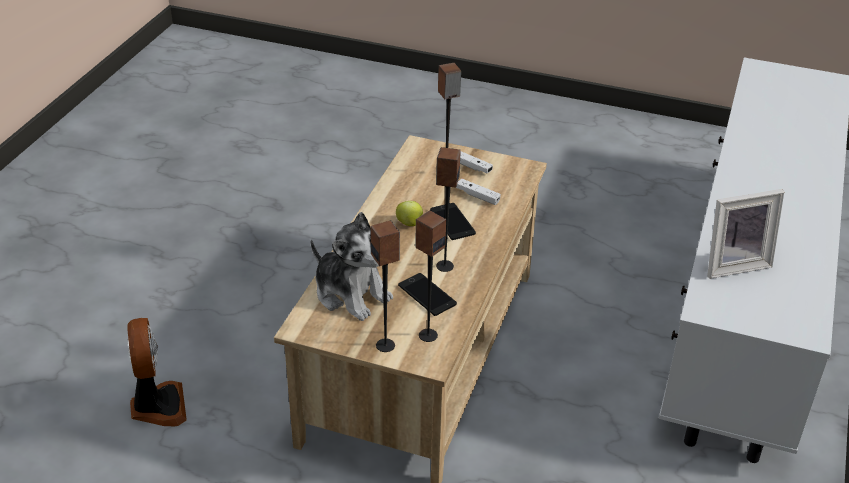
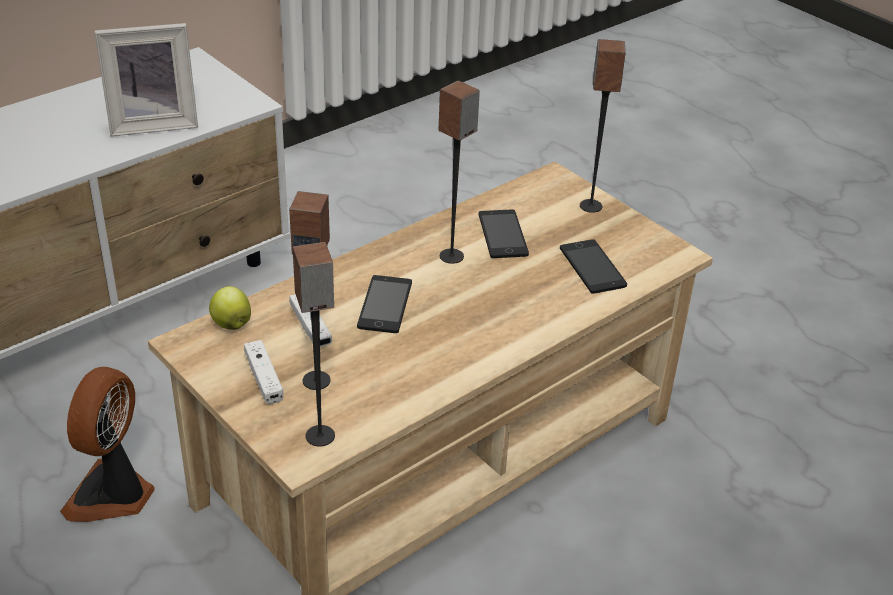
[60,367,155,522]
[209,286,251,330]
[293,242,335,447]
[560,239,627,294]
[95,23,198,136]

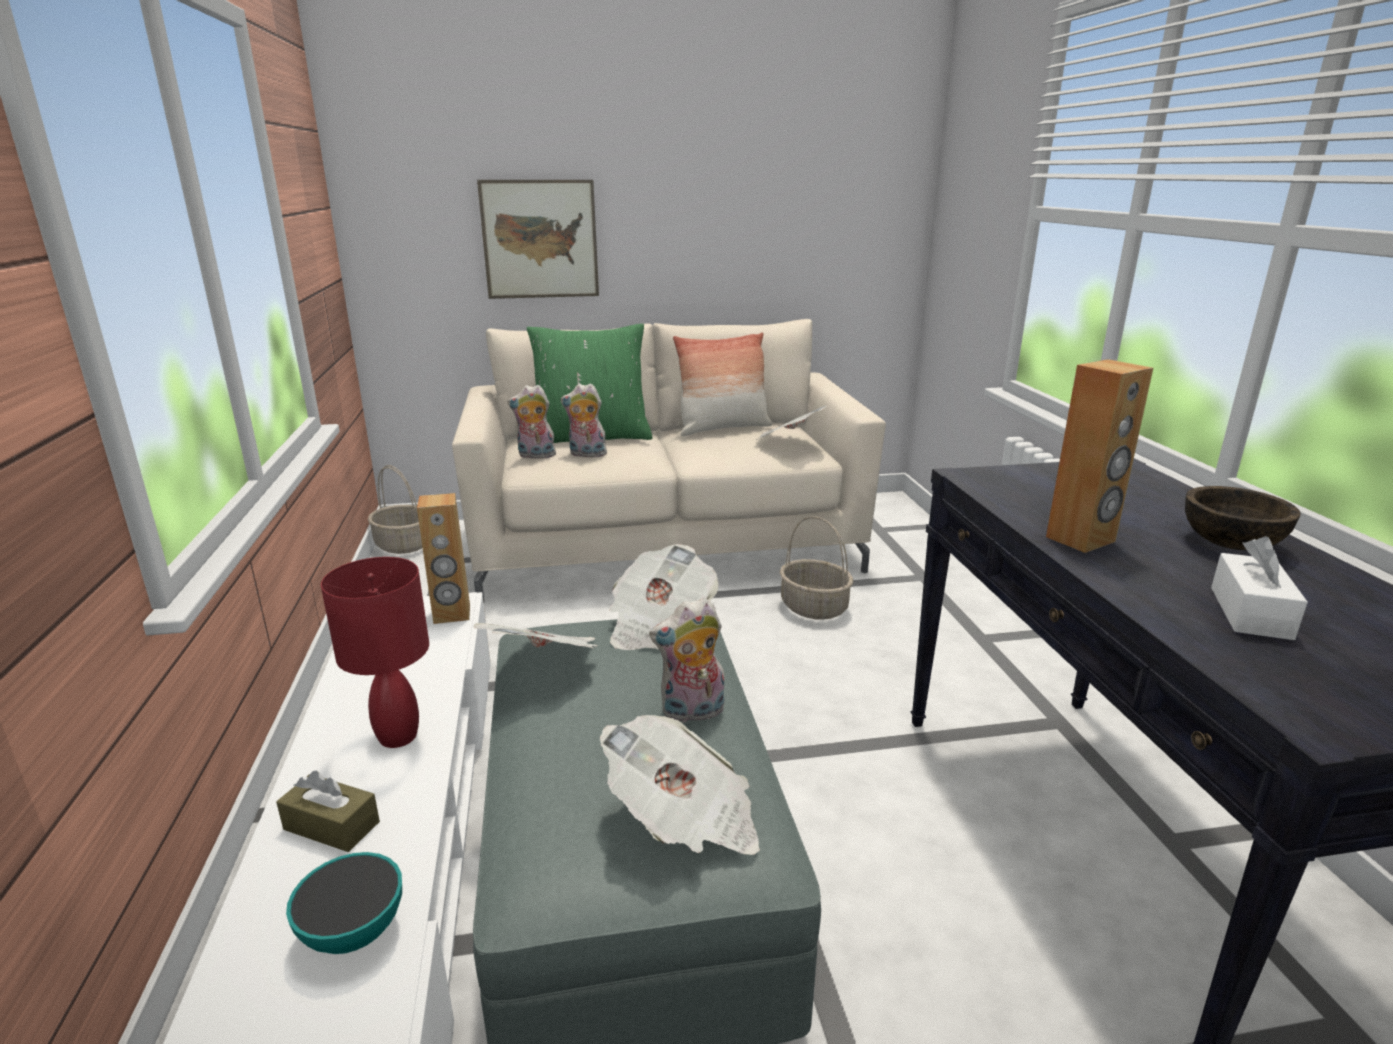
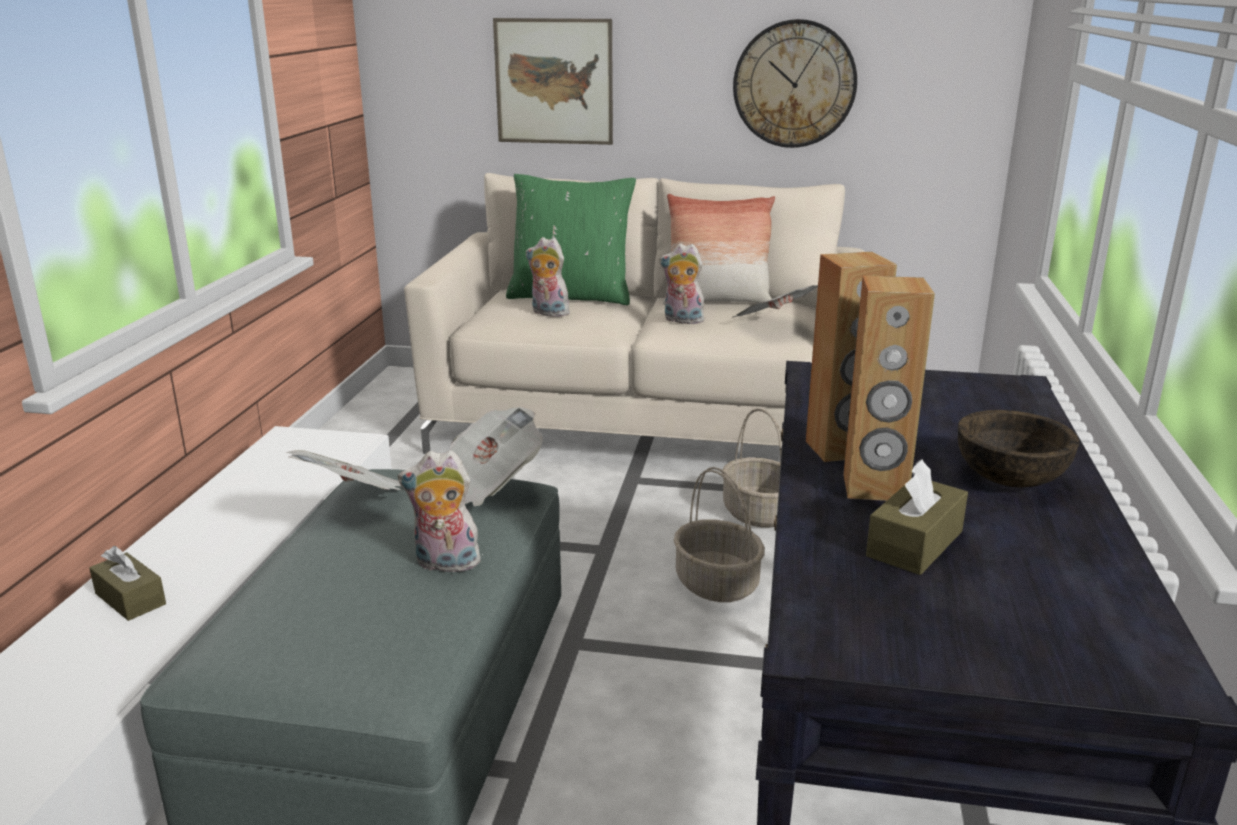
[286,852,402,954] (first image)
[321,557,429,748] (first image)
[600,715,760,855] (first image)
[733,19,857,148]
[674,467,765,602]
[843,276,935,501]
[659,244,704,324]
[866,459,968,575]

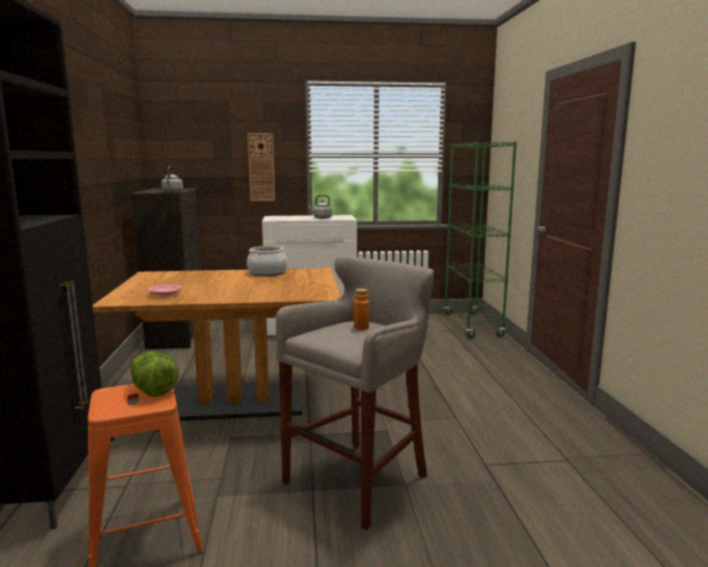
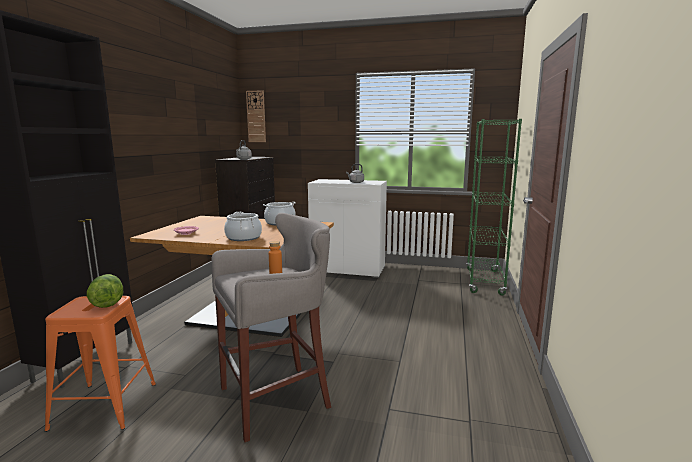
[224,212,262,241]
[246,90,266,142]

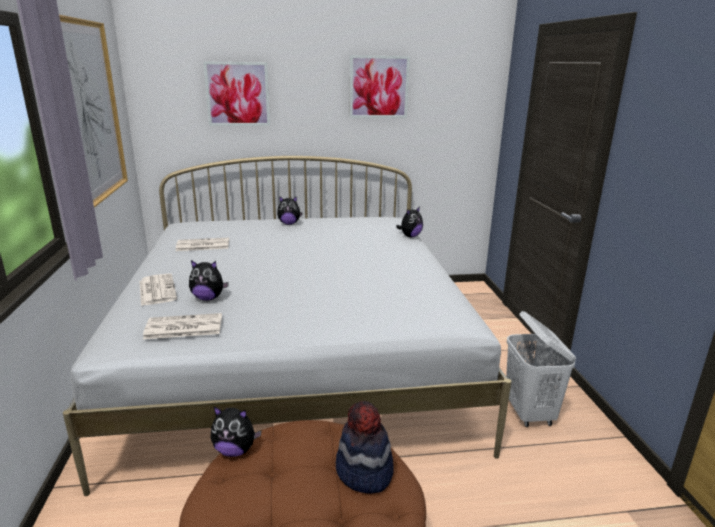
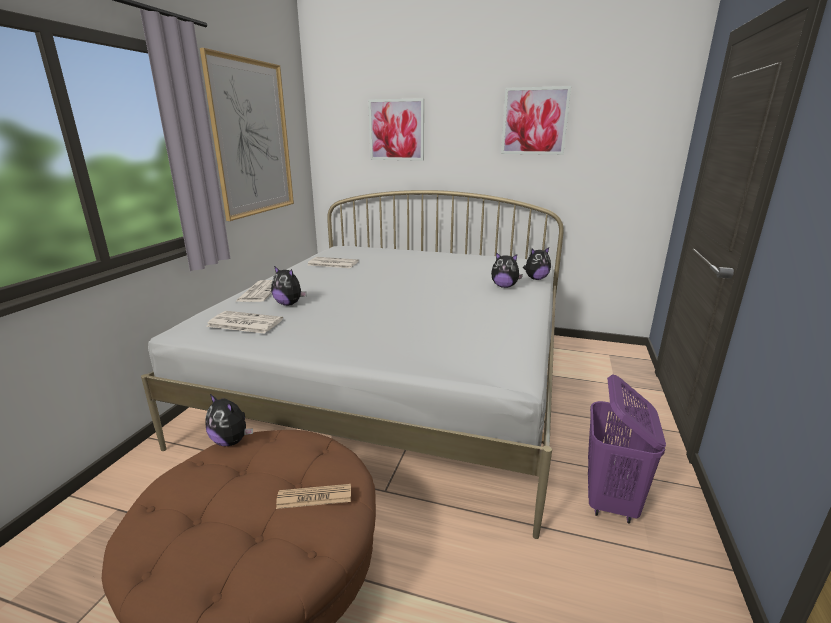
[491,252,523,288]
[276,484,351,509]
[588,374,666,524]

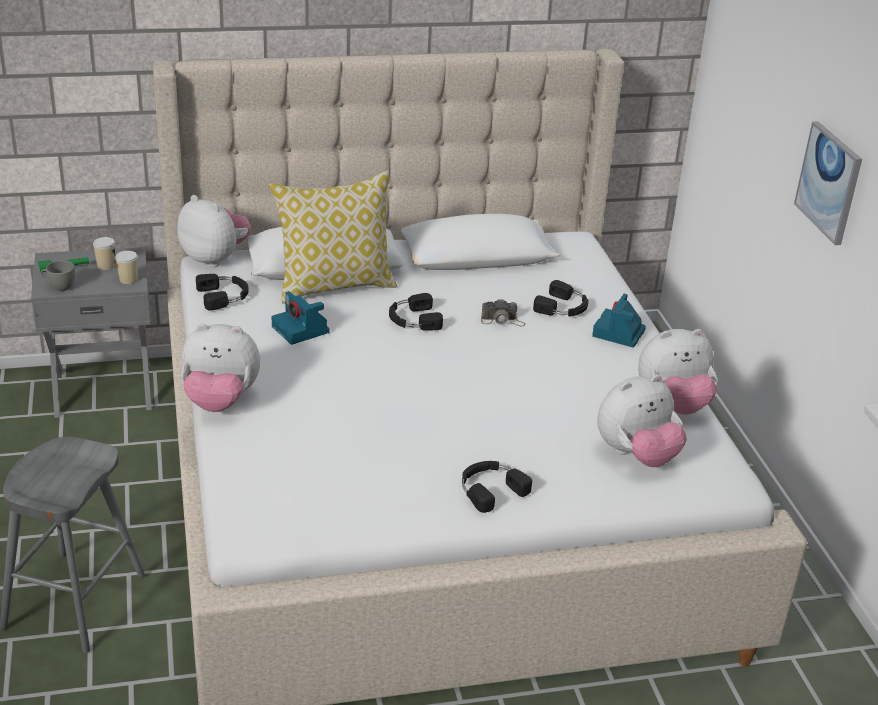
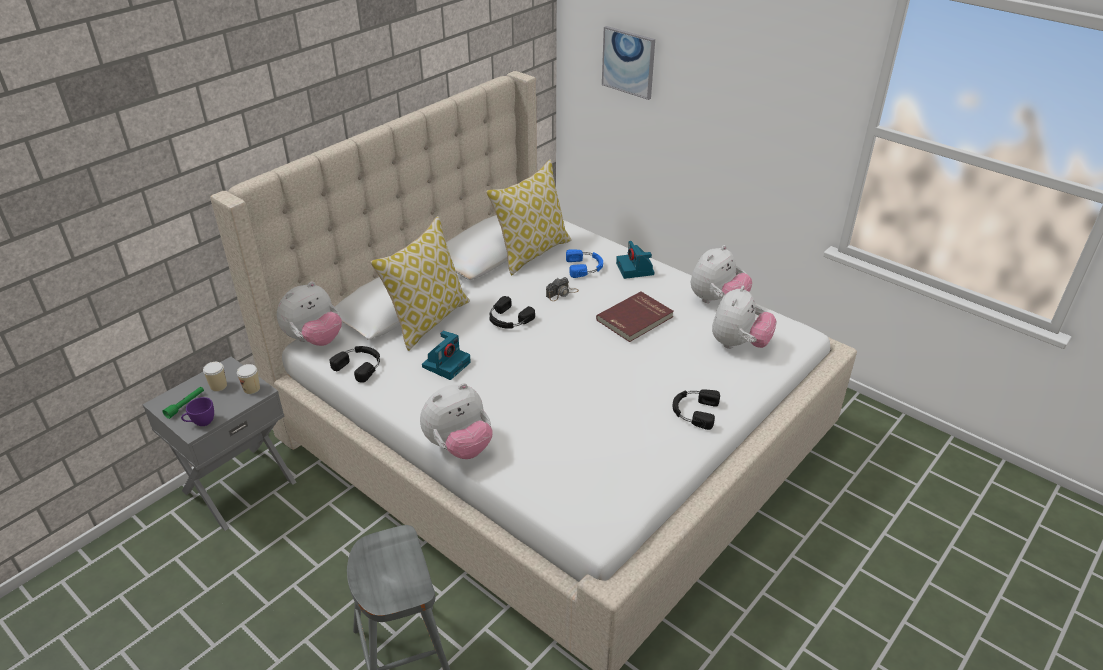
[486,159,571,275]
[596,291,674,342]
[602,26,655,100]
[181,397,214,426]
[566,249,603,278]
[277,282,342,346]
[422,331,471,380]

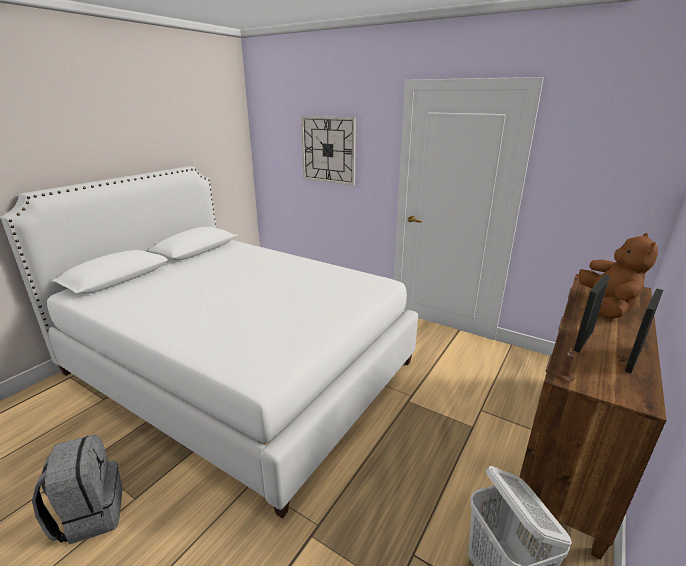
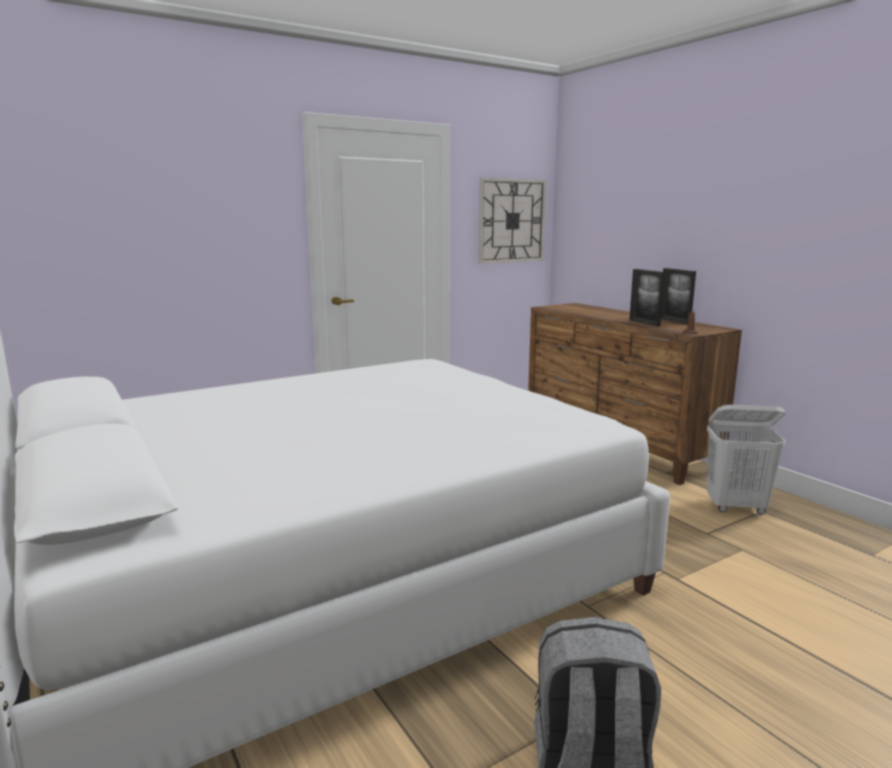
[579,233,658,319] (first image)
[478,178,546,264]

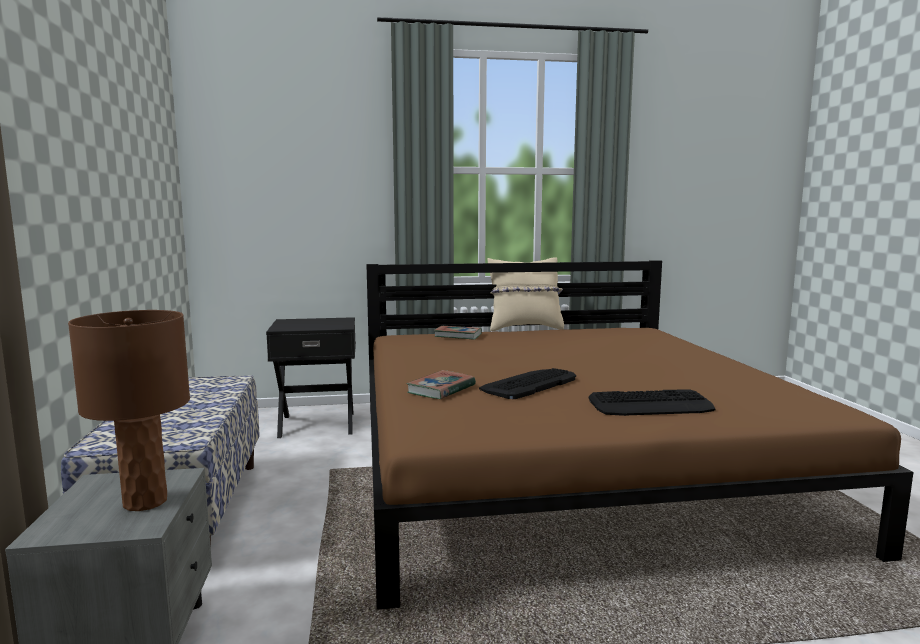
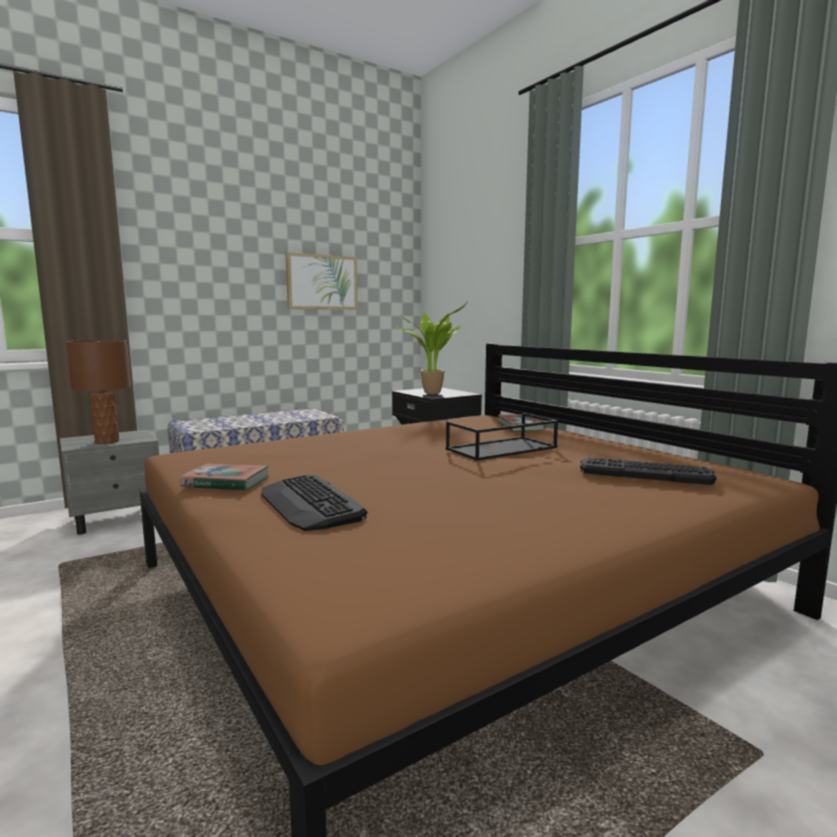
[487,257,564,331] (first image)
[286,252,358,310]
[396,301,468,394]
[446,413,558,461]
[179,464,269,491]
[580,457,717,485]

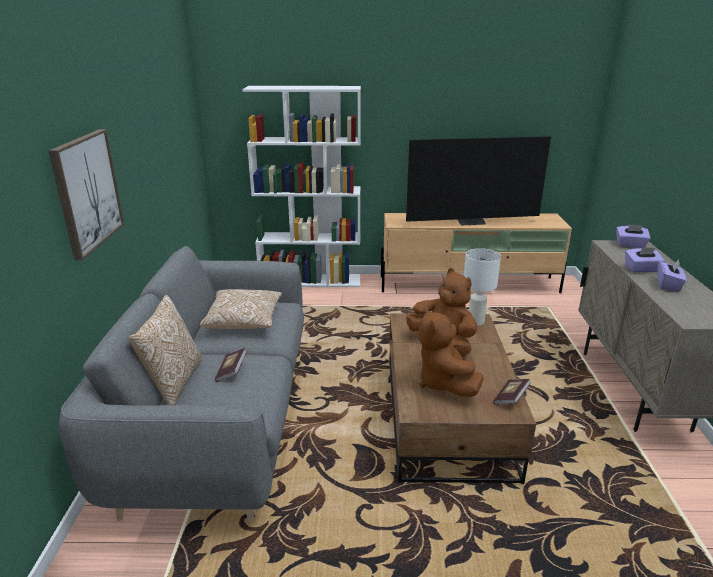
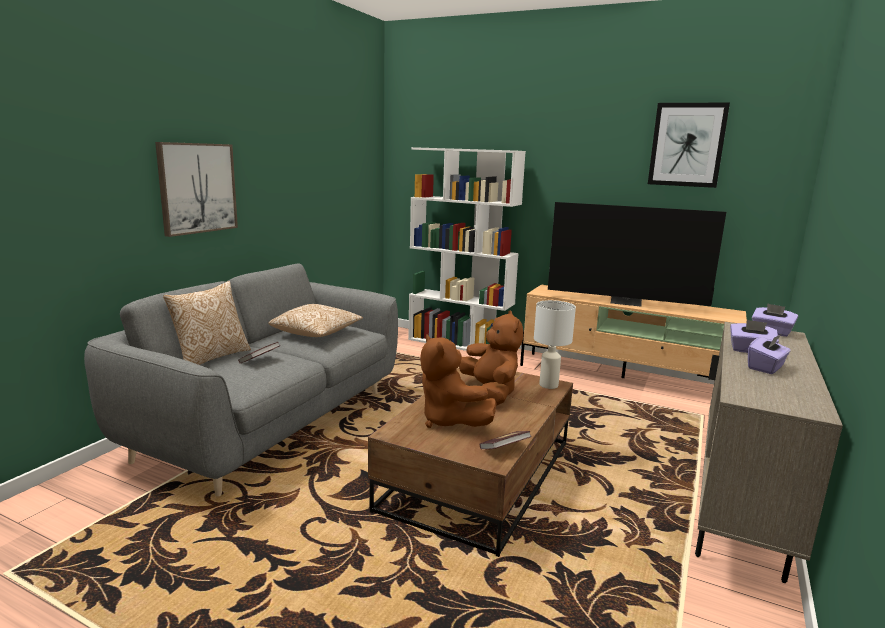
[648,103,730,188]
[420,334,497,428]

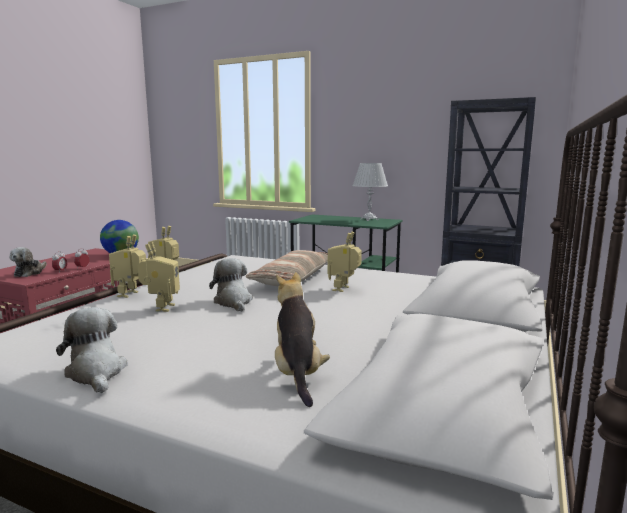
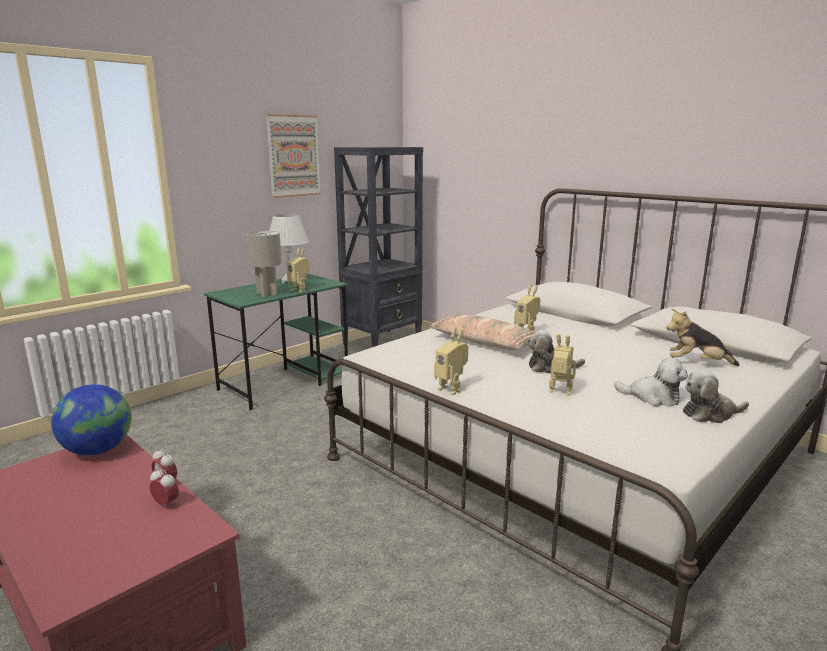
[245,231,282,297]
[266,114,321,198]
[614,357,688,406]
[287,248,310,292]

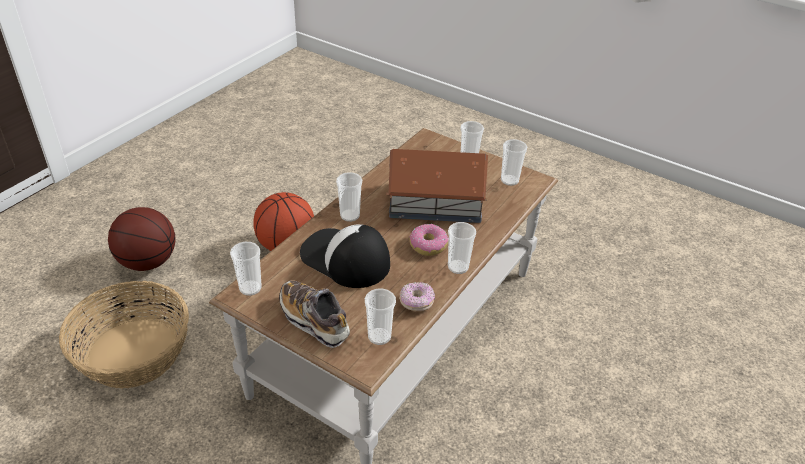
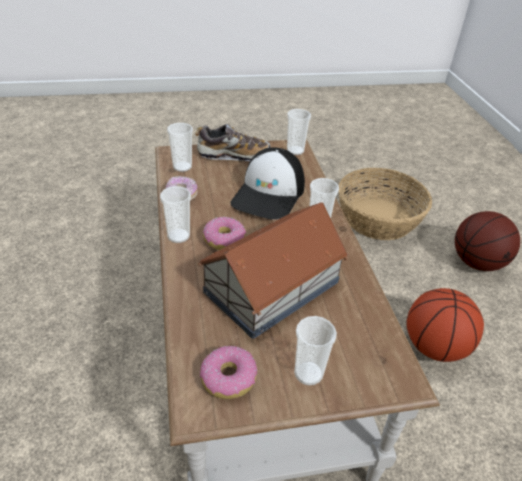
[200,346,257,399]
[230,147,305,220]

